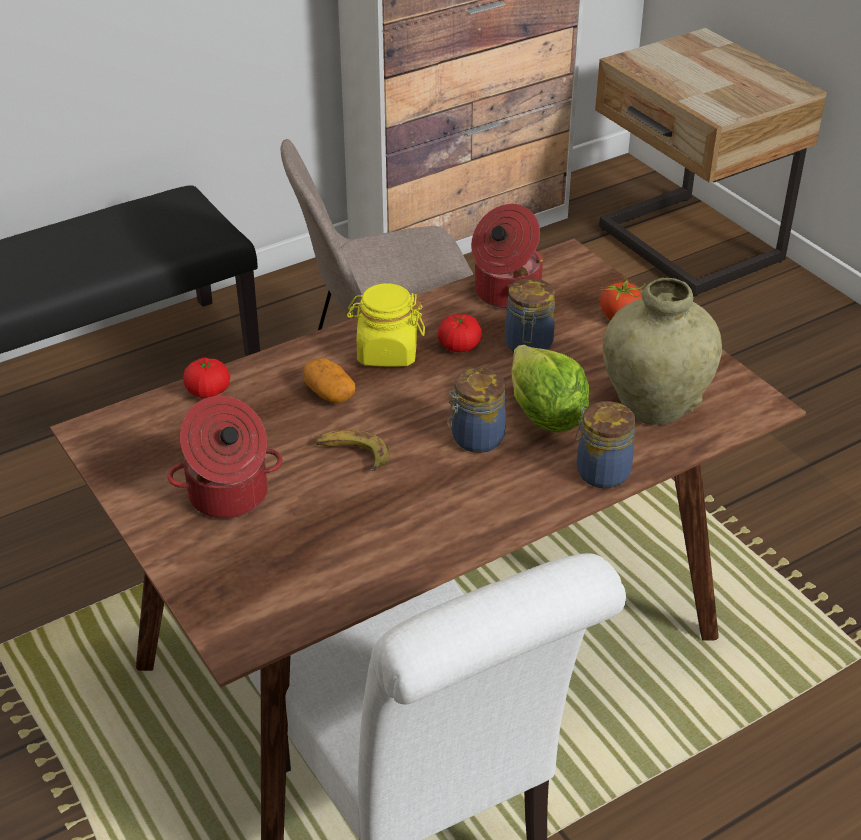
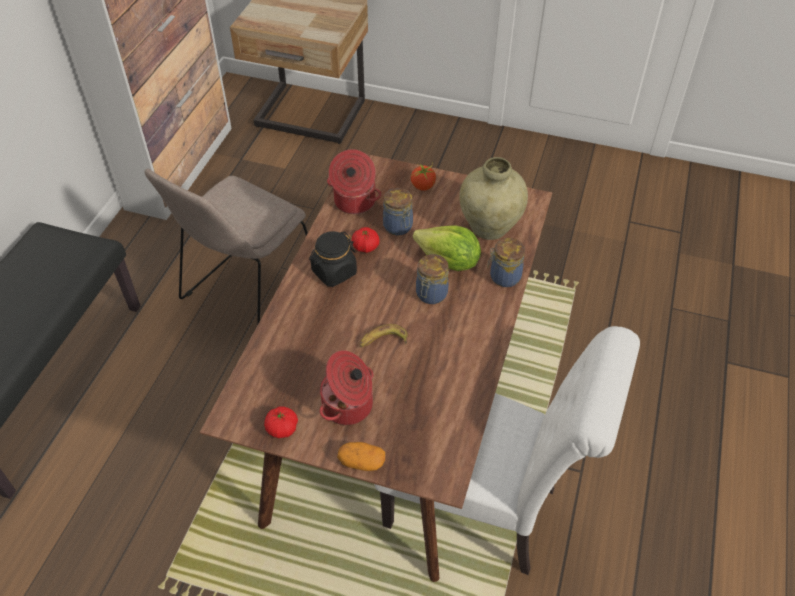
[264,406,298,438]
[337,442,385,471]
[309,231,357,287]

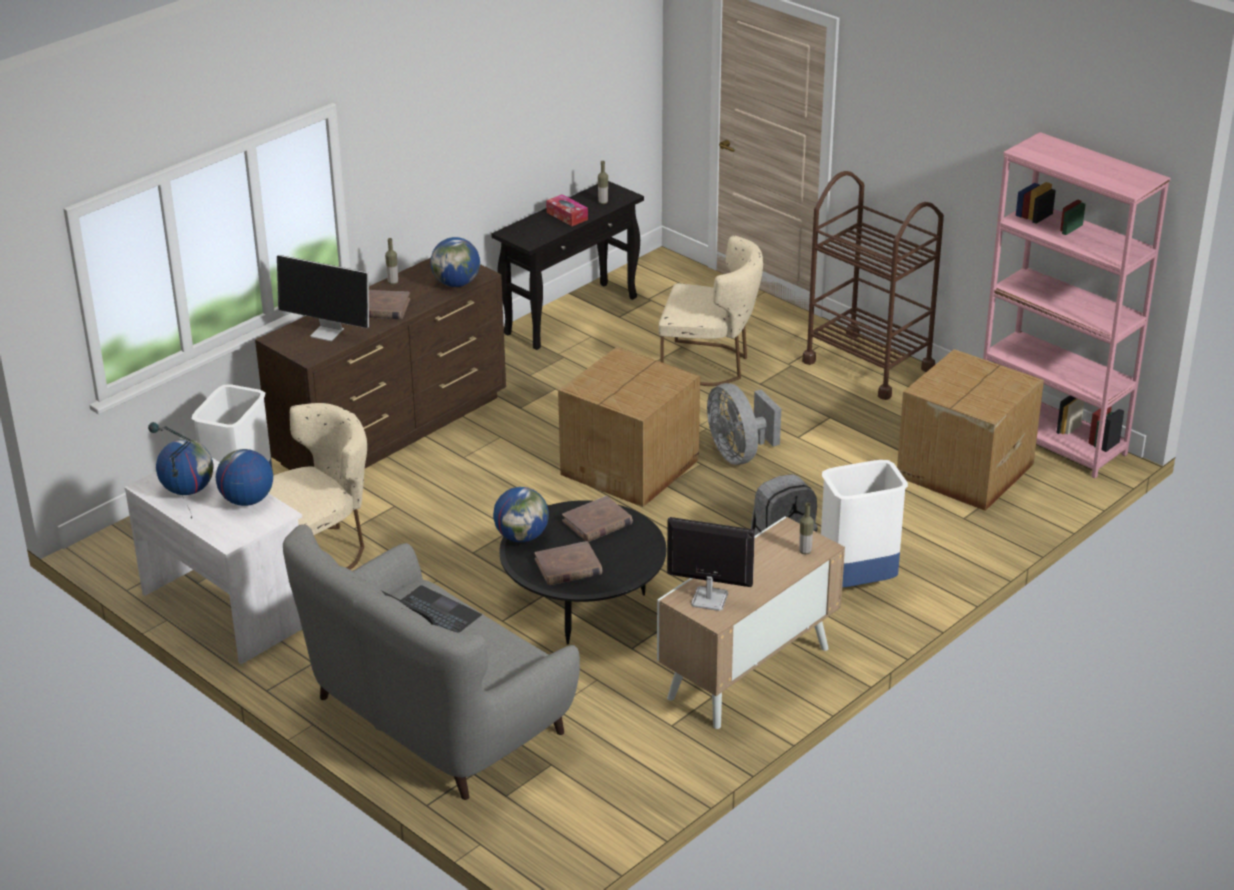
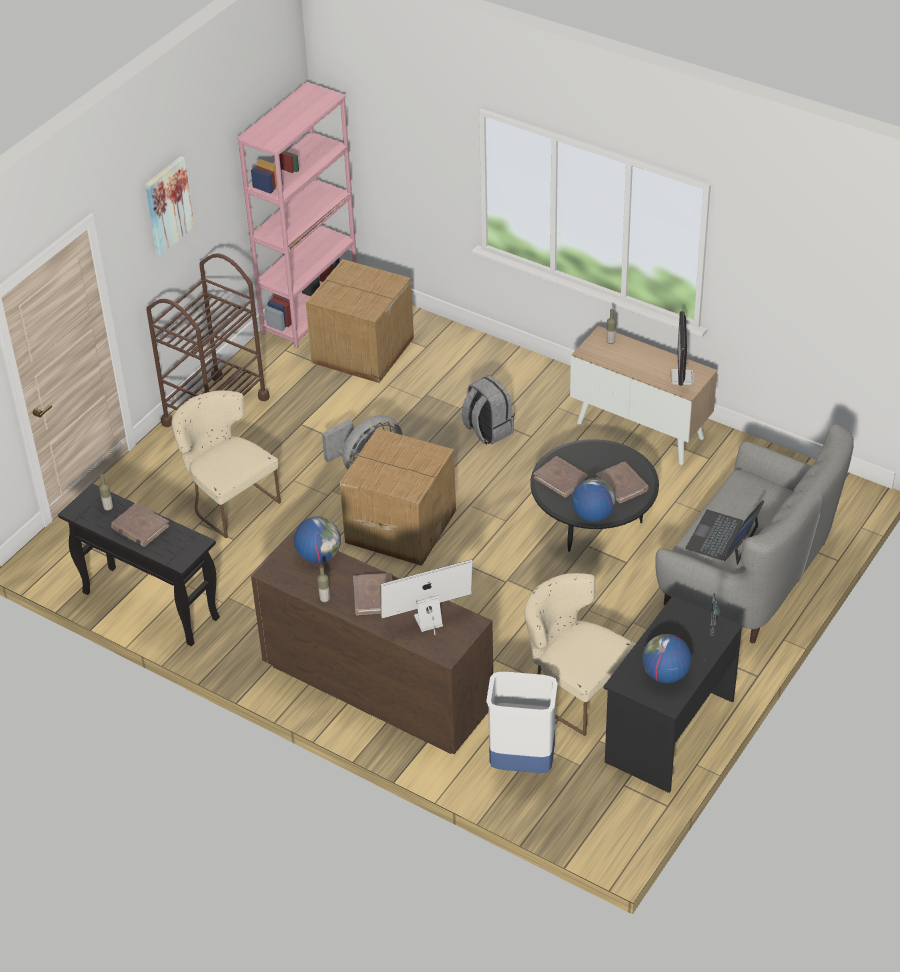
[216,449,273,506] (first image)
[821,460,908,587] (first image)
[145,156,194,255]
[111,503,169,547]
[603,596,742,793]
[381,560,473,635]
[171,390,281,538]

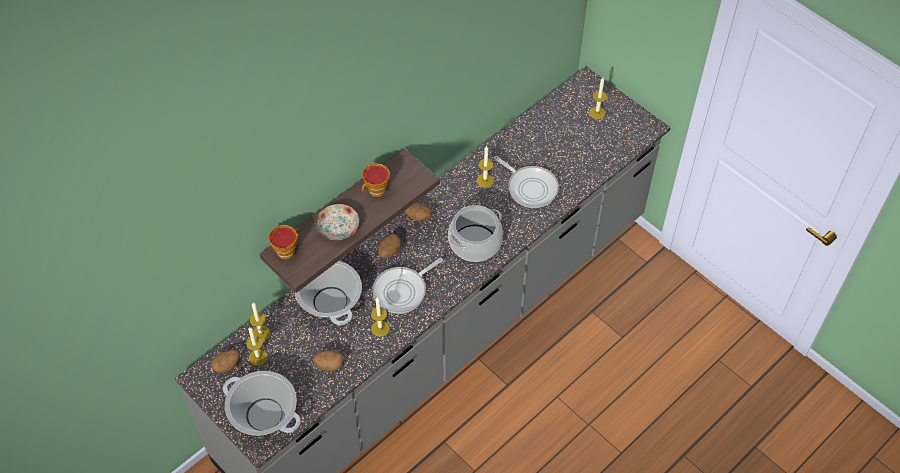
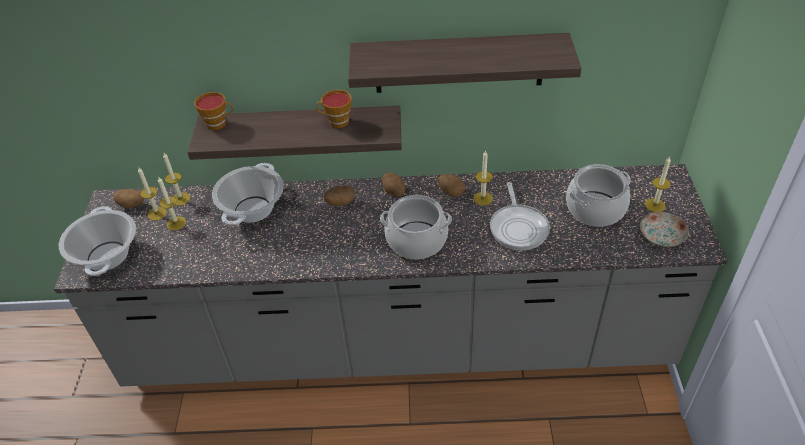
[372,258,443,314] (first image)
[348,33,582,93]
[566,164,630,227]
[439,174,466,197]
[640,212,689,247]
[158,176,186,231]

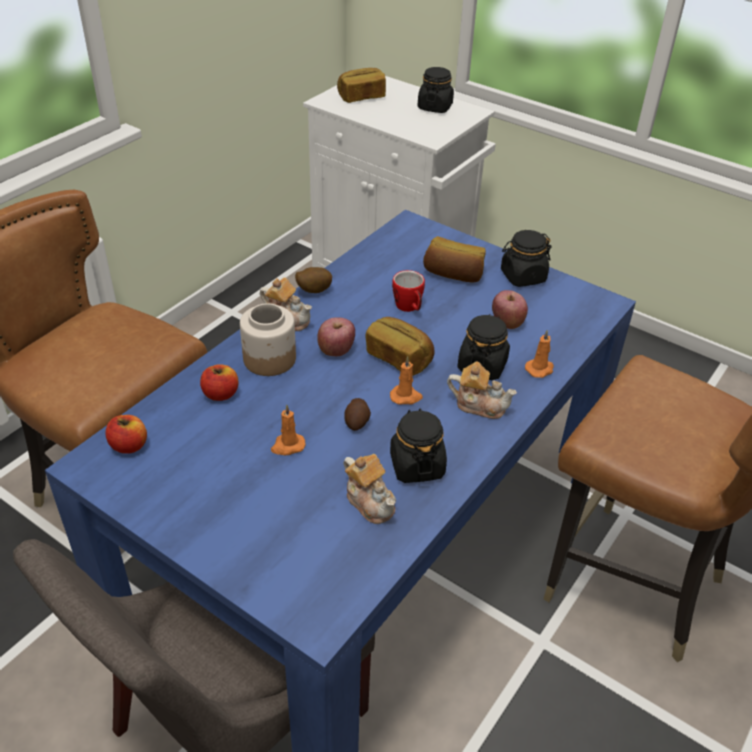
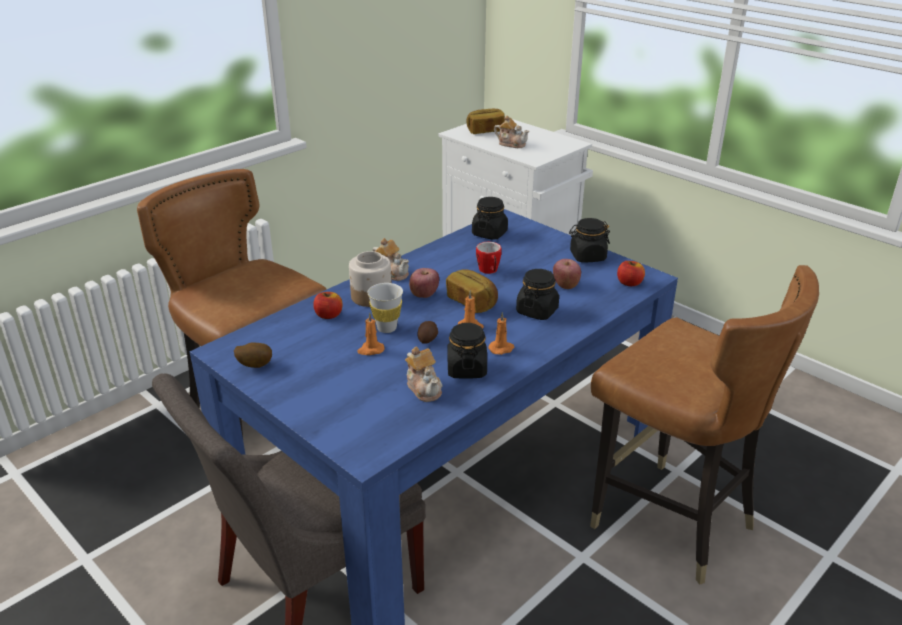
[423,236,486,282] (first image)
[367,283,403,333]
[617,261,645,286]
[234,343,272,368]
[472,197,508,240]
[494,115,529,148]
[488,312,514,355]

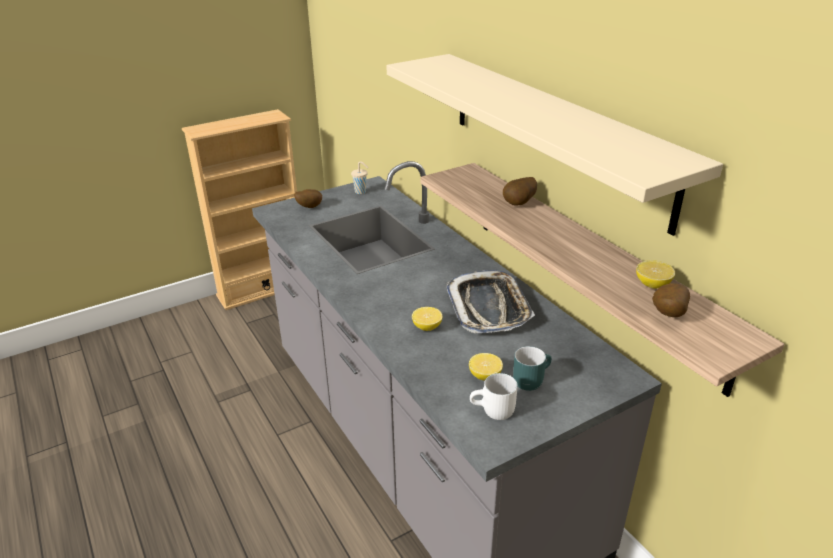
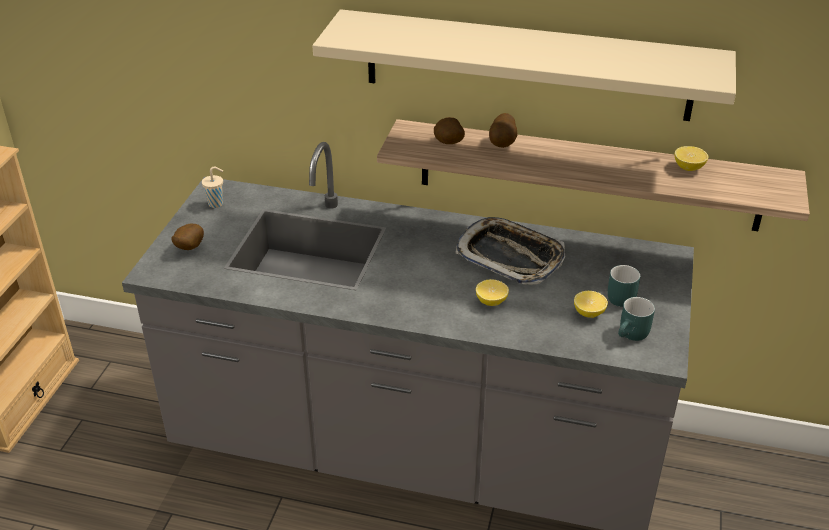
[434,117,465,144]
[618,297,655,341]

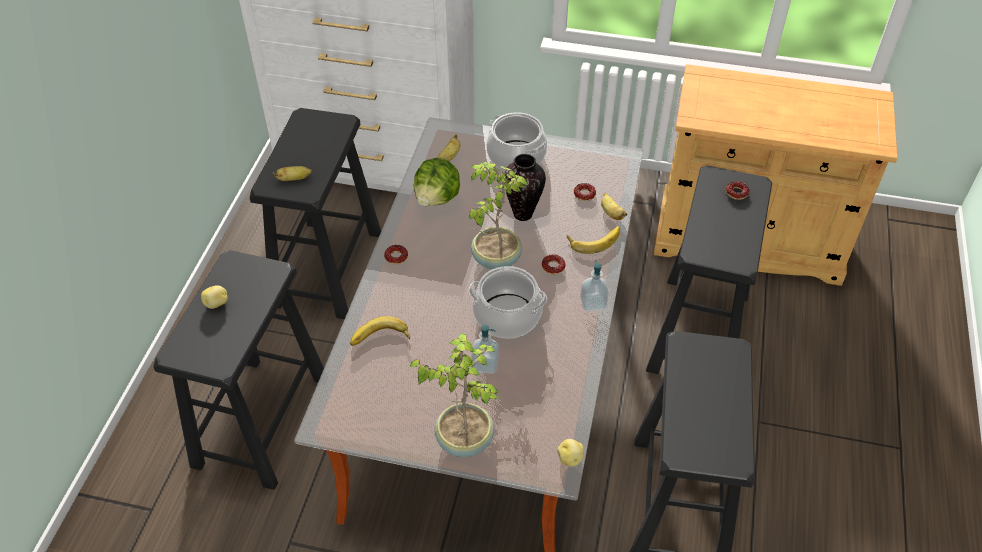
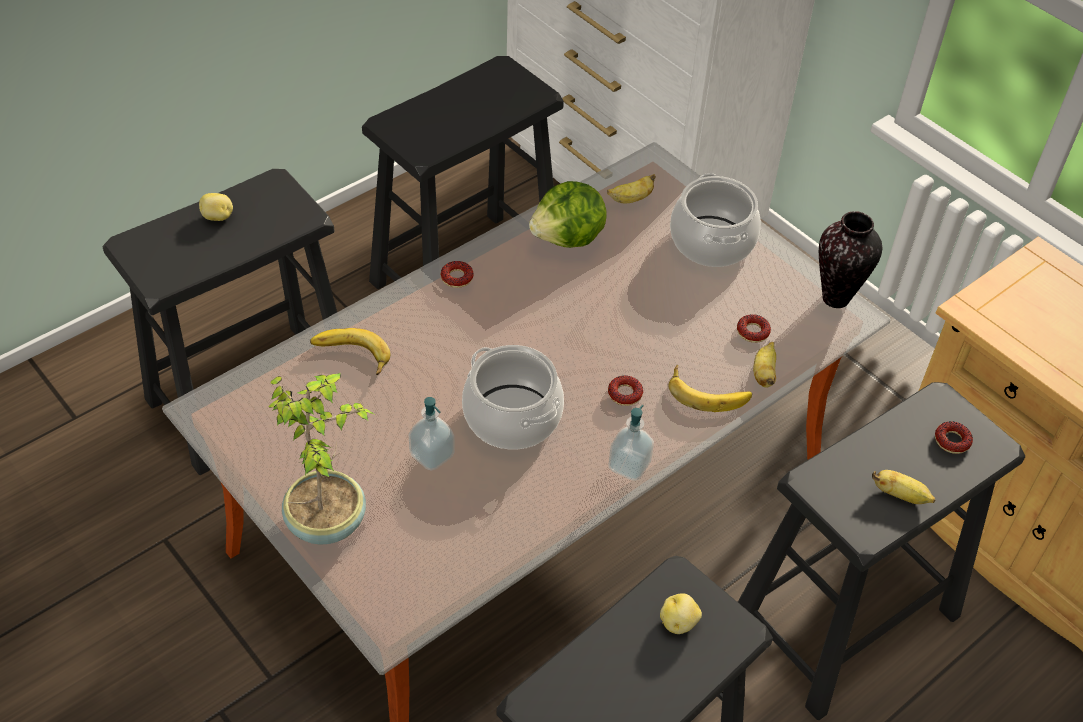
[468,161,529,269] (first image)
[872,470,935,504]
[819,211,882,308]
[660,593,702,634]

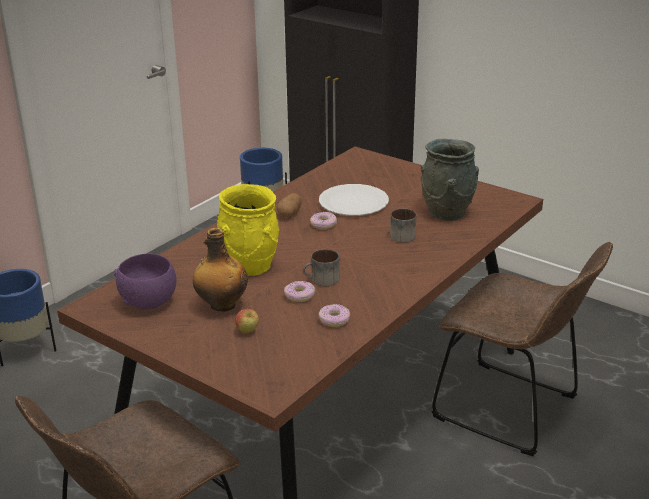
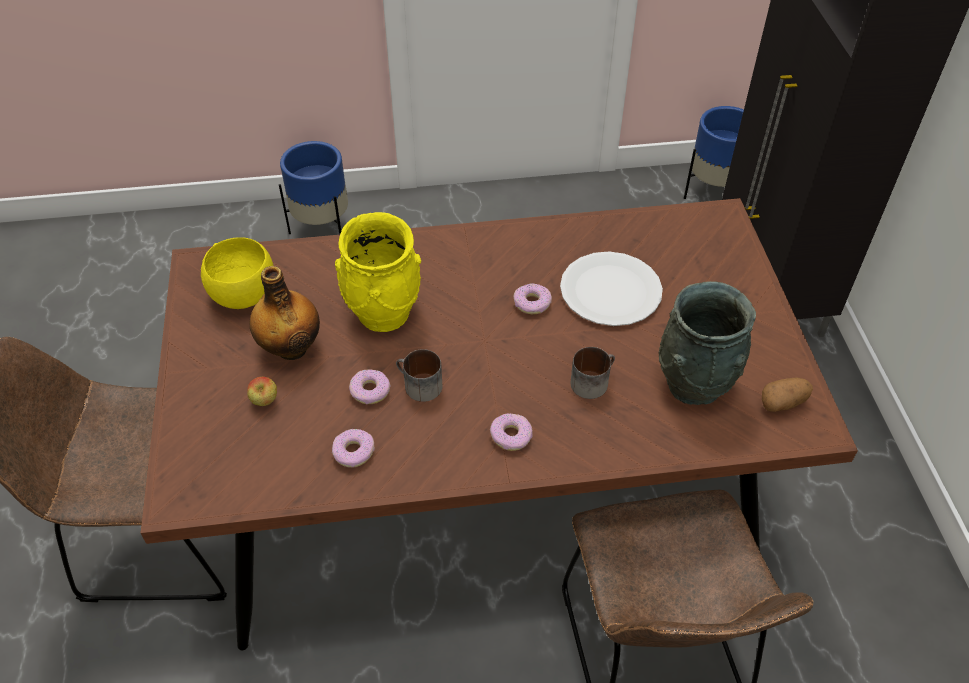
[490,413,533,451]
[762,377,813,412]
[201,237,274,309]

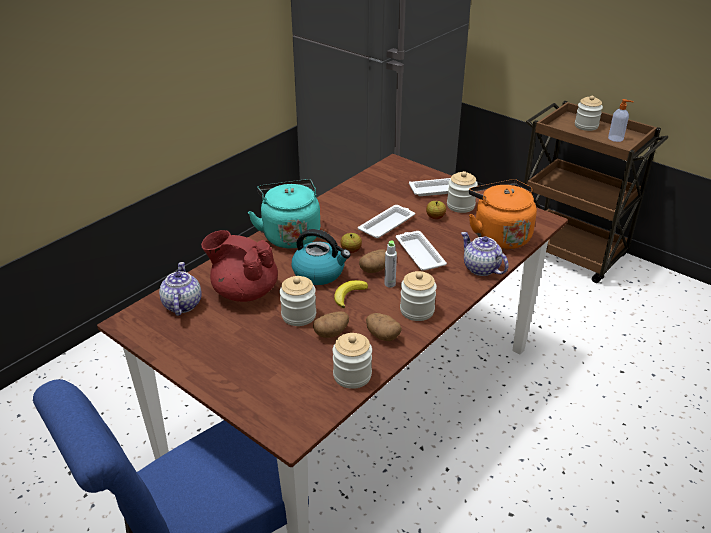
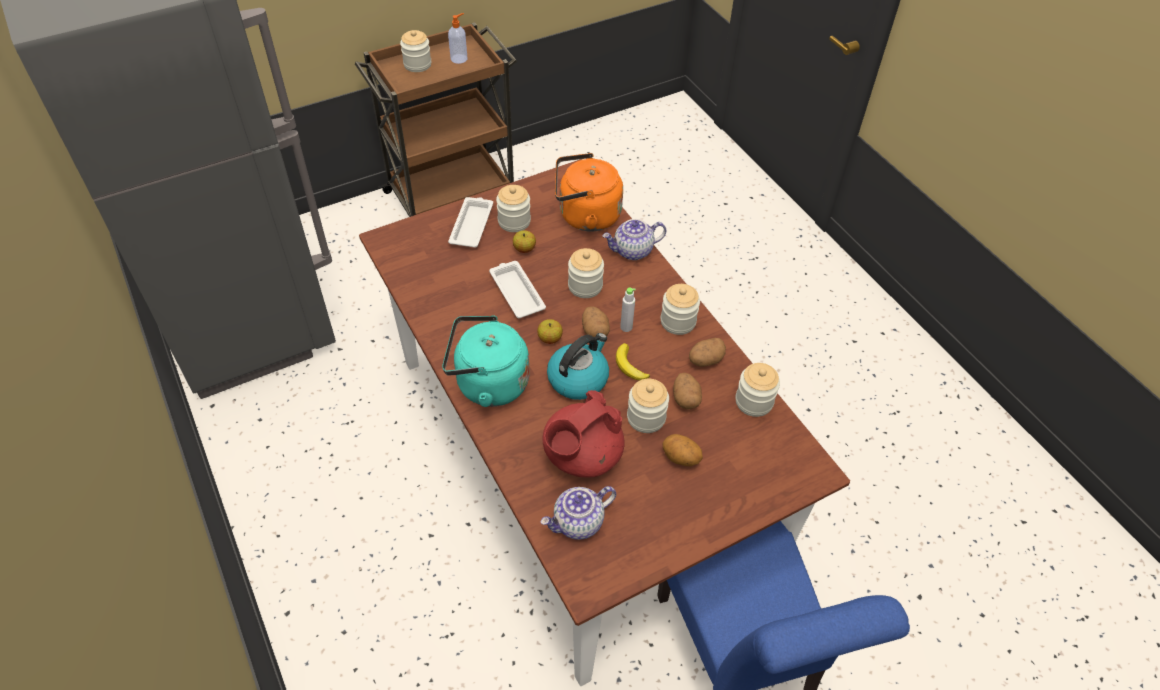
[663,434,703,466]
[568,248,604,298]
[540,486,616,540]

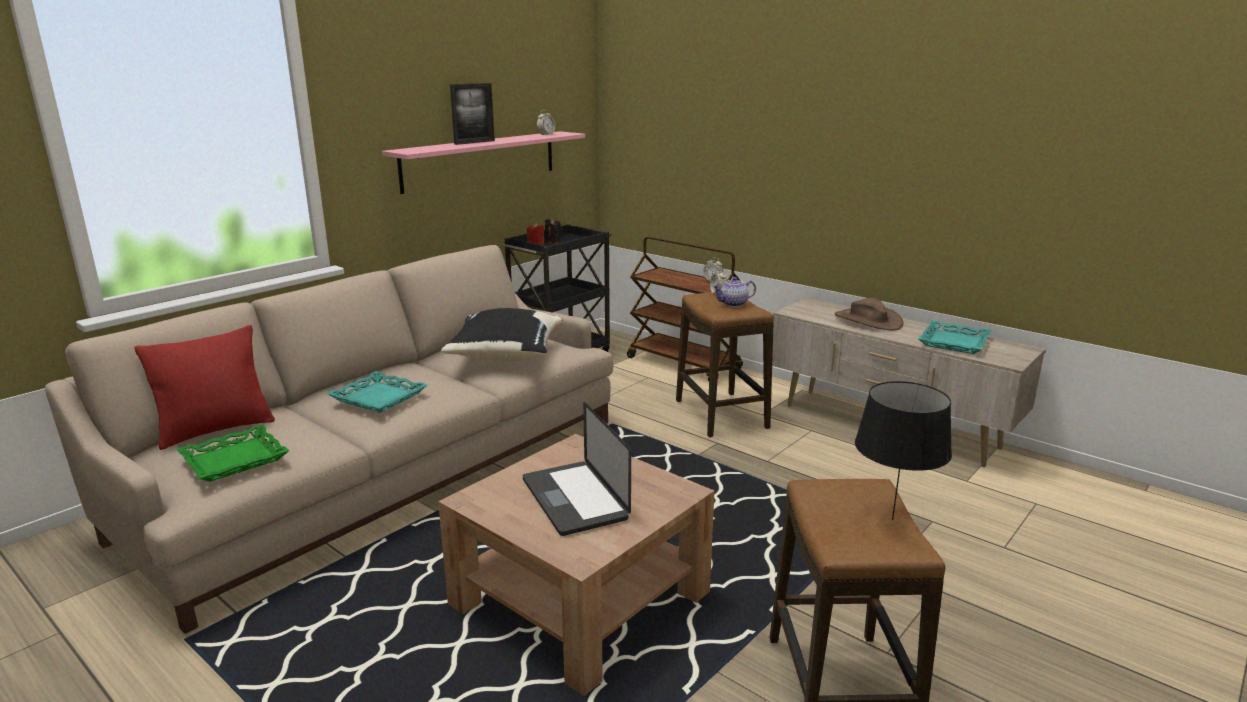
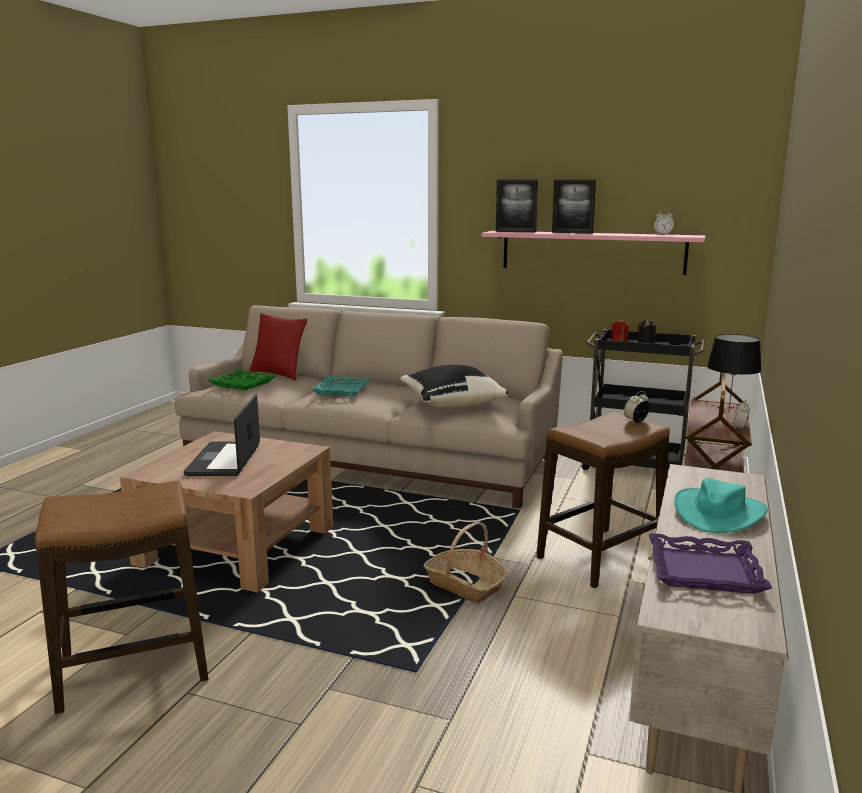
[712,277,756,307] (first image)
[423,521,507,603]
[496,180,538,232]
[707,334,762,410]
[674,478,768,533]
[649,533,772,594]
[184,394,260,476]

